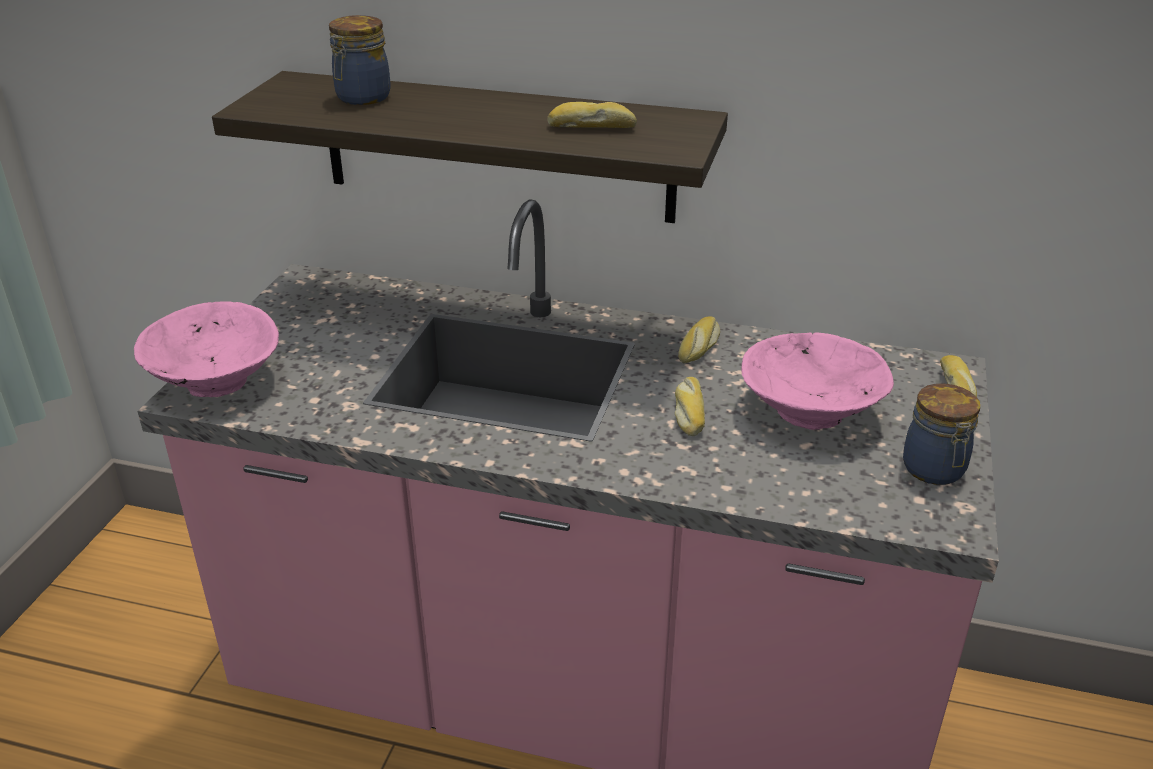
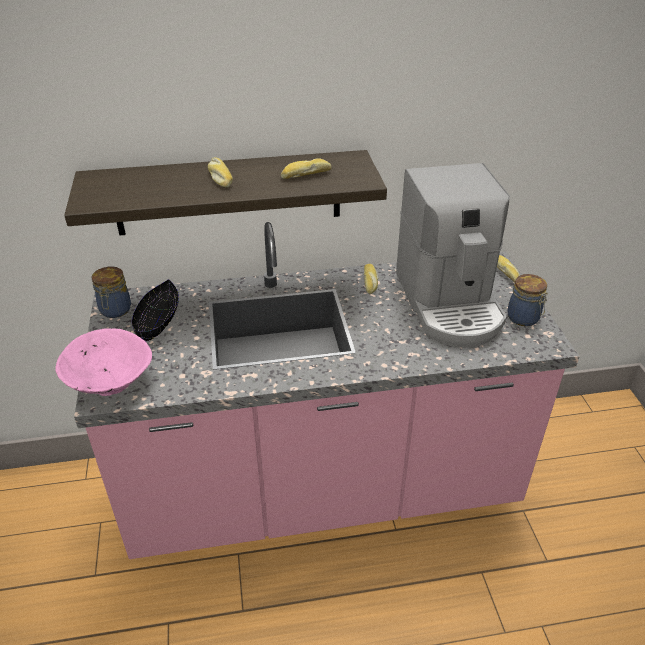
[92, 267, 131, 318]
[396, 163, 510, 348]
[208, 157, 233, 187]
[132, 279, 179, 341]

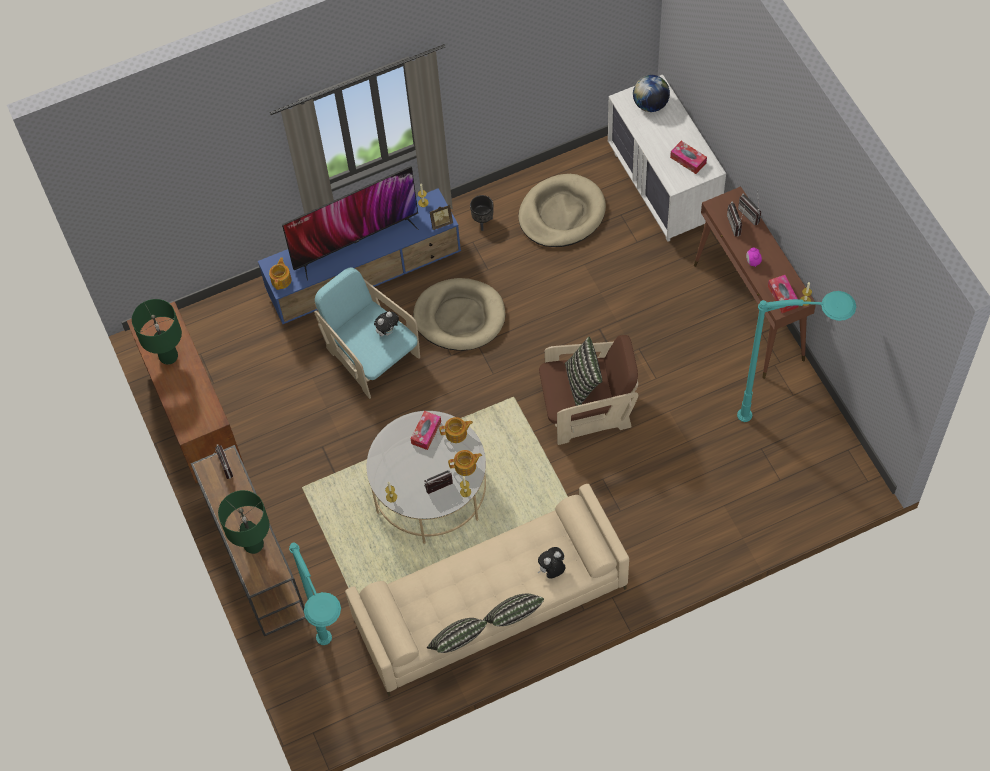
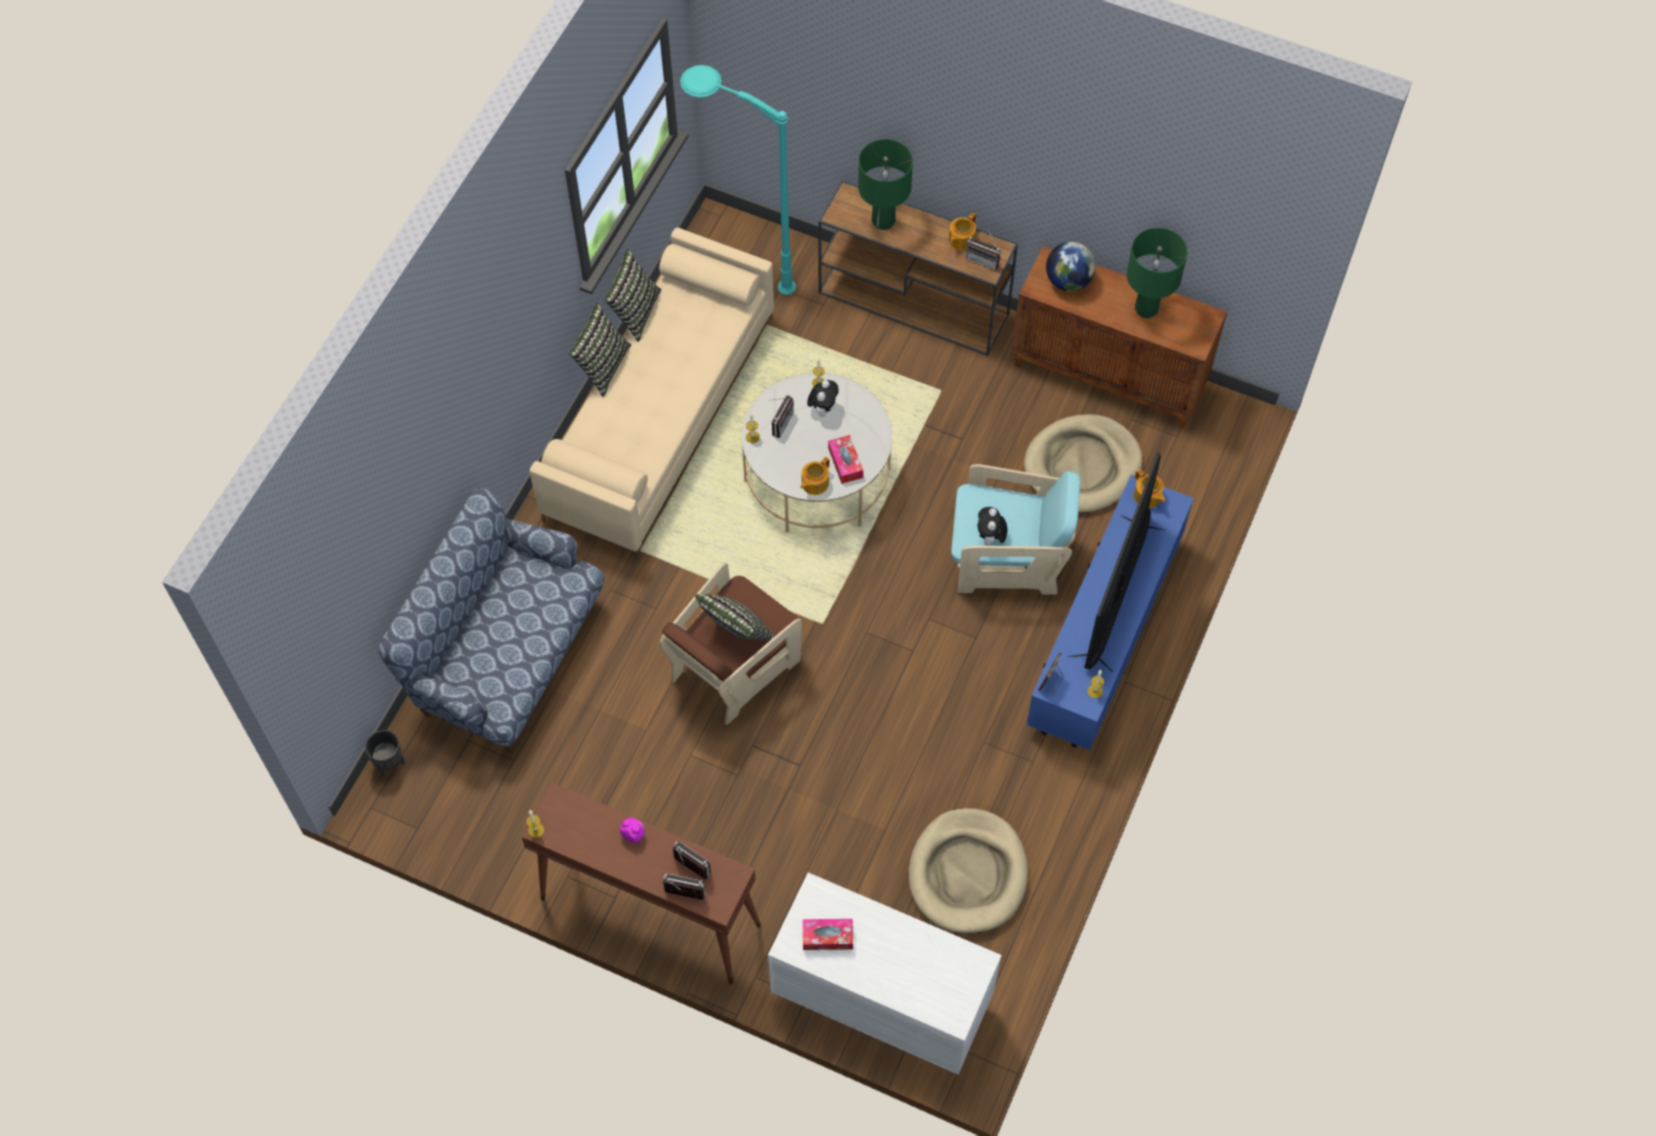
[1046, 242, 1096, 291]
[365, 730, 405, 777]
[768, 275, 798, 313] (first image)
[1024, 414, 1143, 513]
[737, 291, 856, 422] (first image)
[949, 213, 976, 250]
[807, 380, 839, 417]
[379, 487, 604, 752]

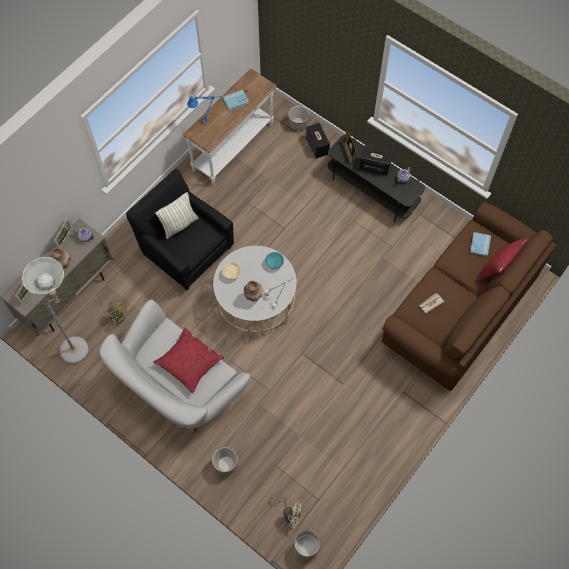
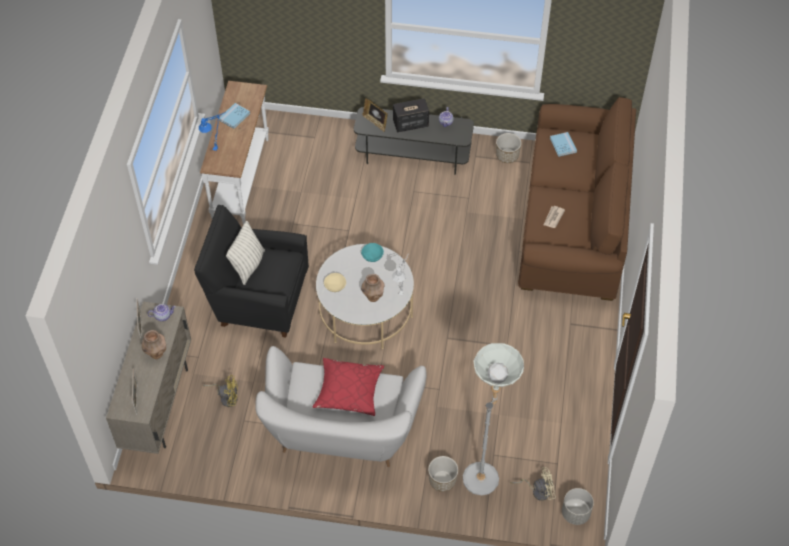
[496, 133, 522, 163]
[306, 123, 330, 158] (first image)
[476, 237, 529, 282] (first image)
[463, 343, 524, 495]

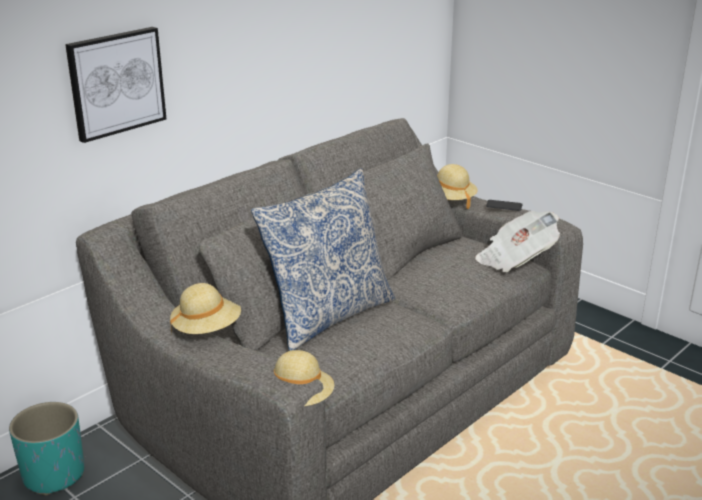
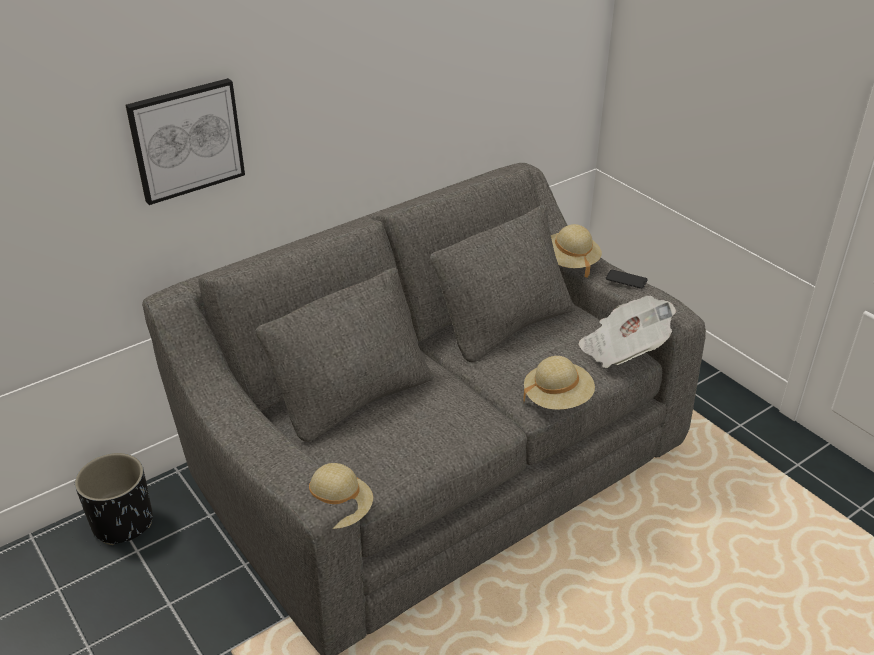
[251, 168, 395, 351] (first image)
[523, 356, 595, 410]
[75, 453, 152, 545]

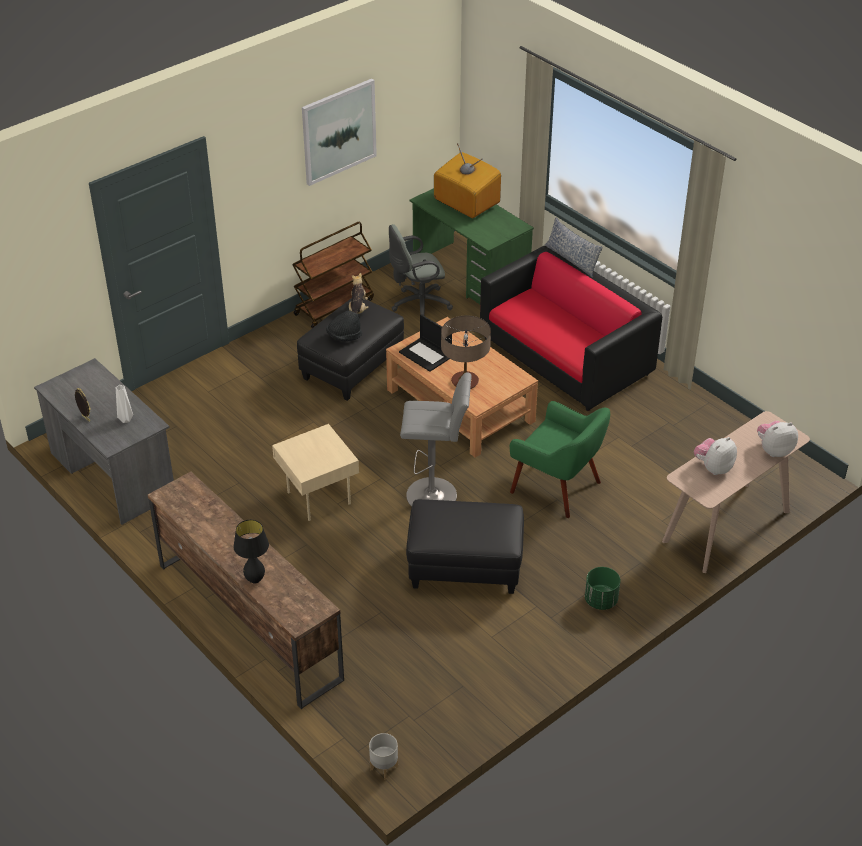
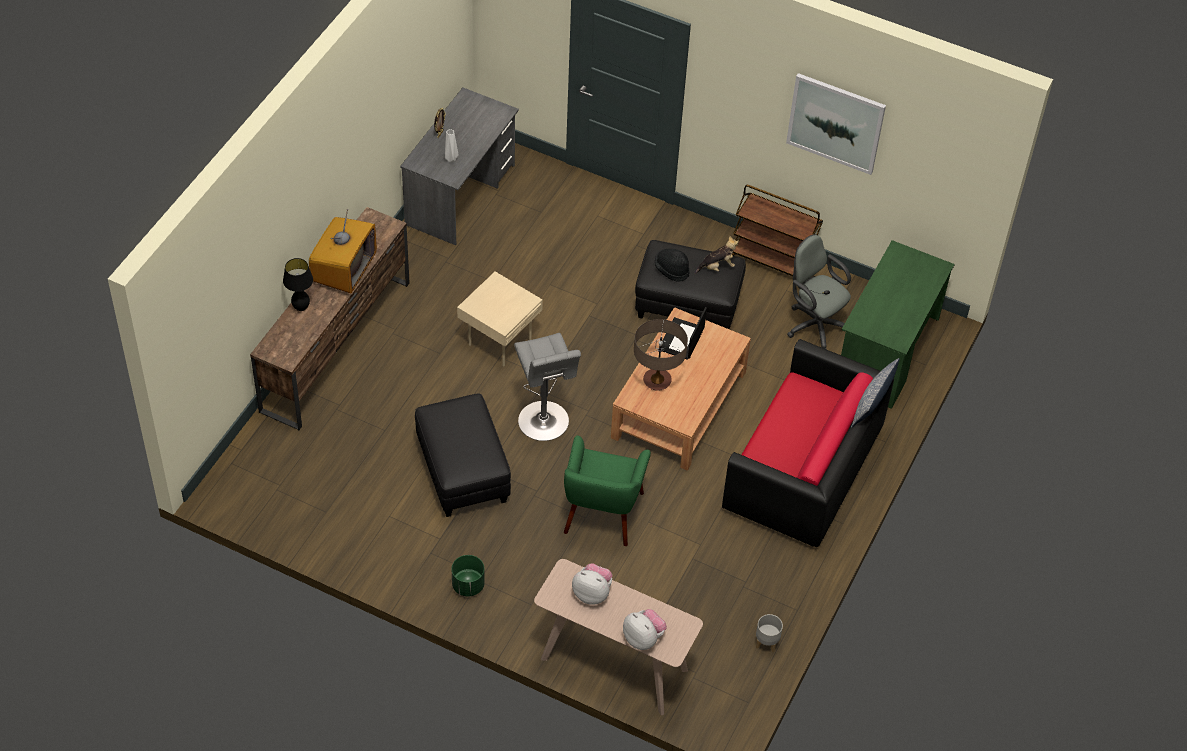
[309, 209, 377, 293]
[756, 614, 783, 653]

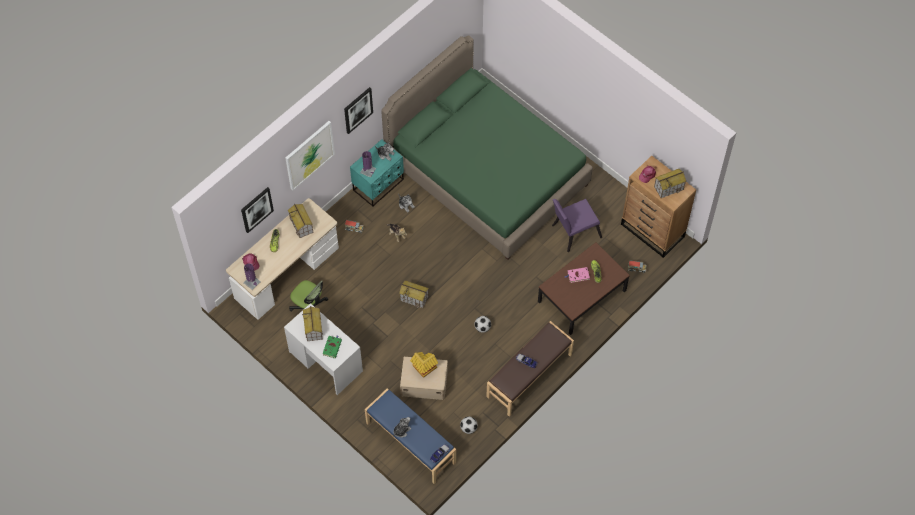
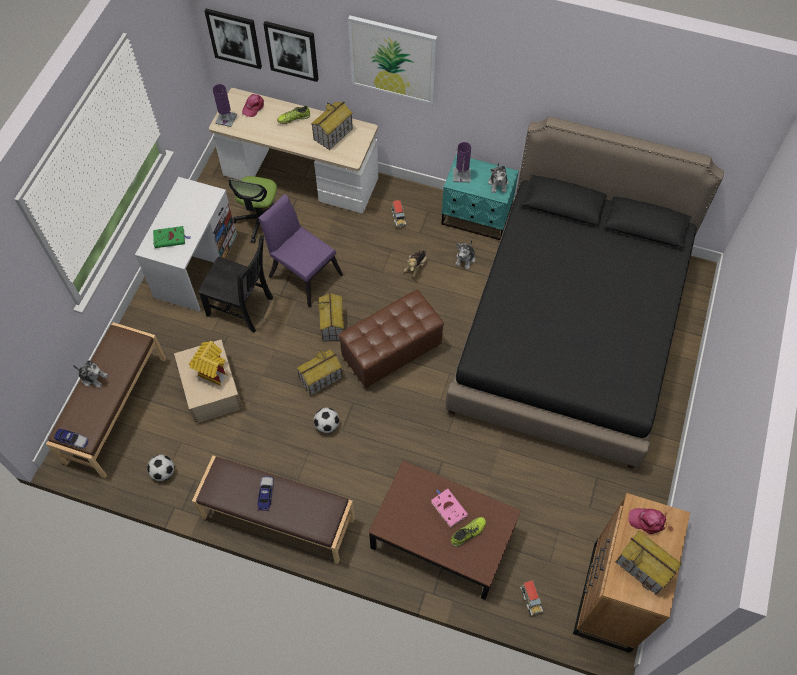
[445, 117, 724, 469]
[204, 9, 262, 69]
[258, 194, 343, 308]
[297, 350, 342, 396]
[46, 322, 166, 478]
[198, 236, 273, 333]
[339, 290, 444, 389]

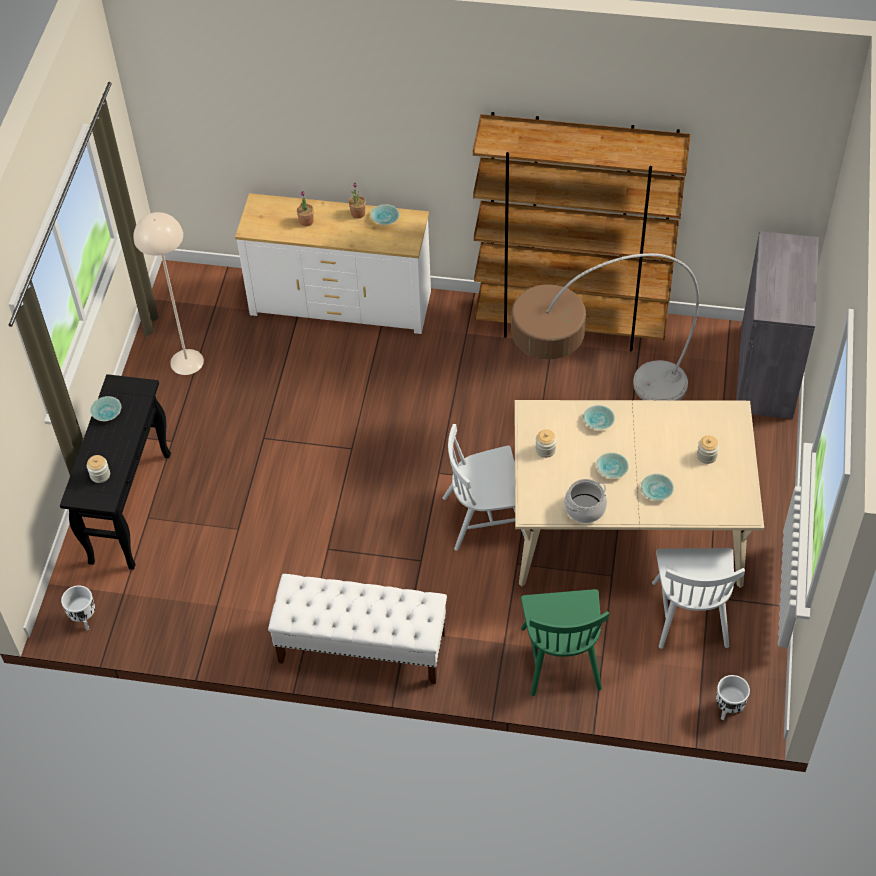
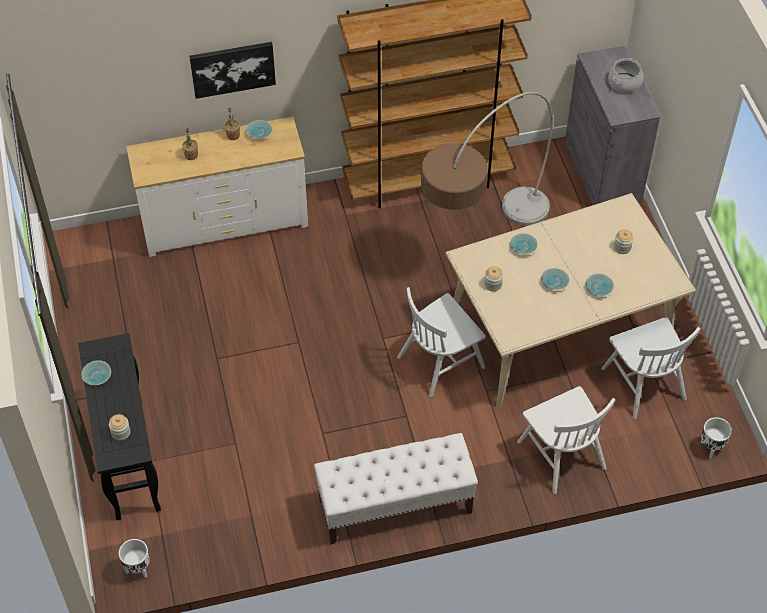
[133, 212, 204, 375] (first image)
[609, 58, 643, 93]
[517, 386, 615, 494]
[189, 42, 276, 99]

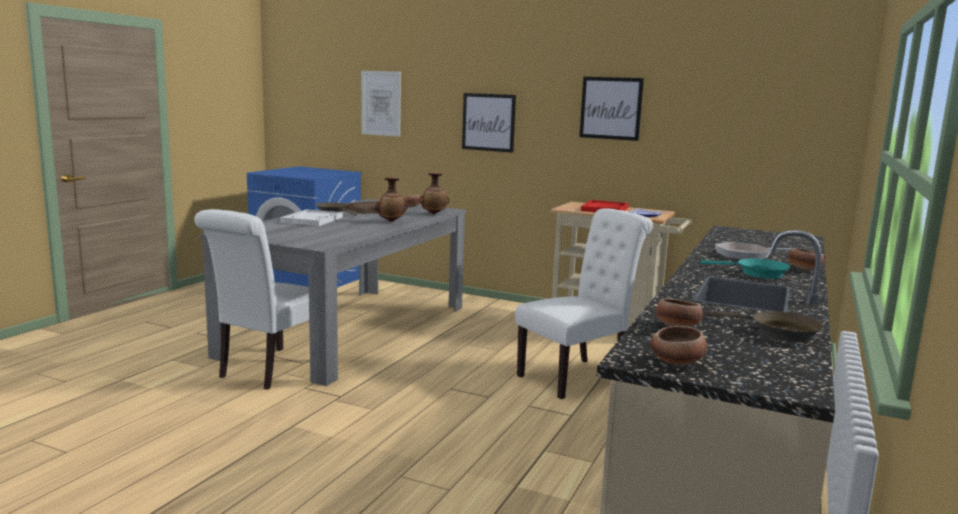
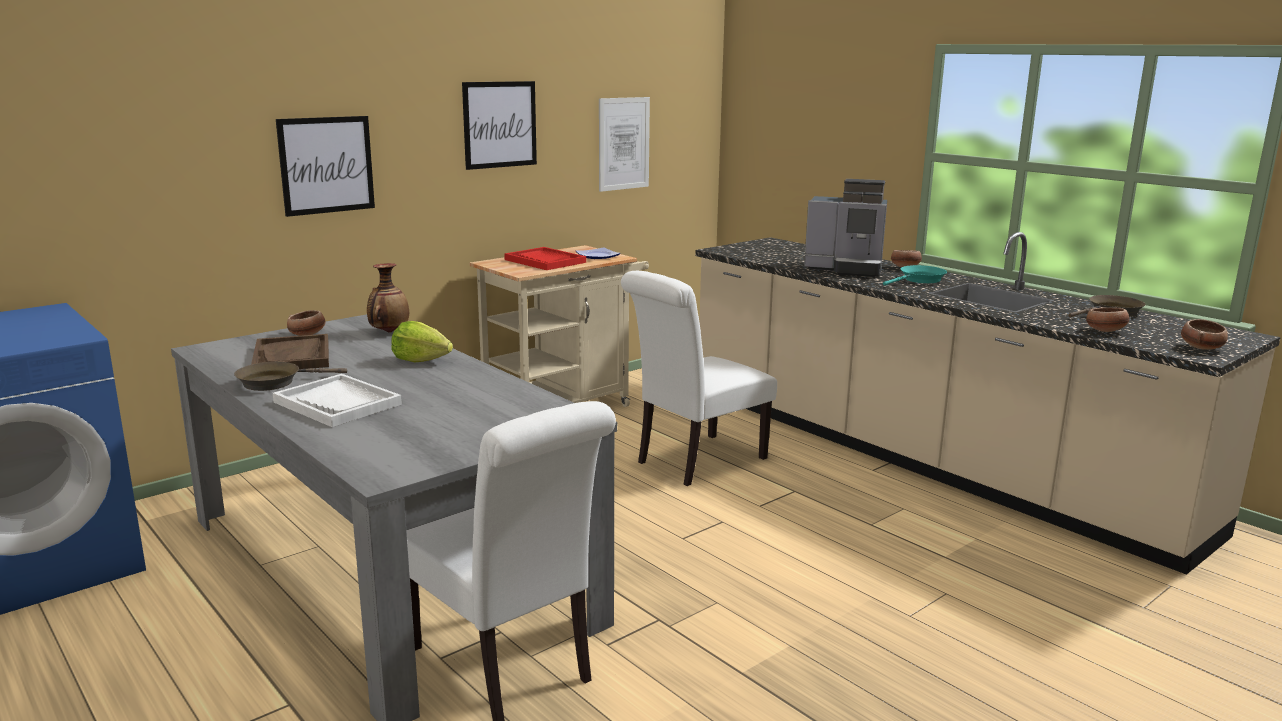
[599, 97, 650, 192]
[391, 321, 453, 362]
[621, 271, 777, 486]
[804, 179, 887, 277]

